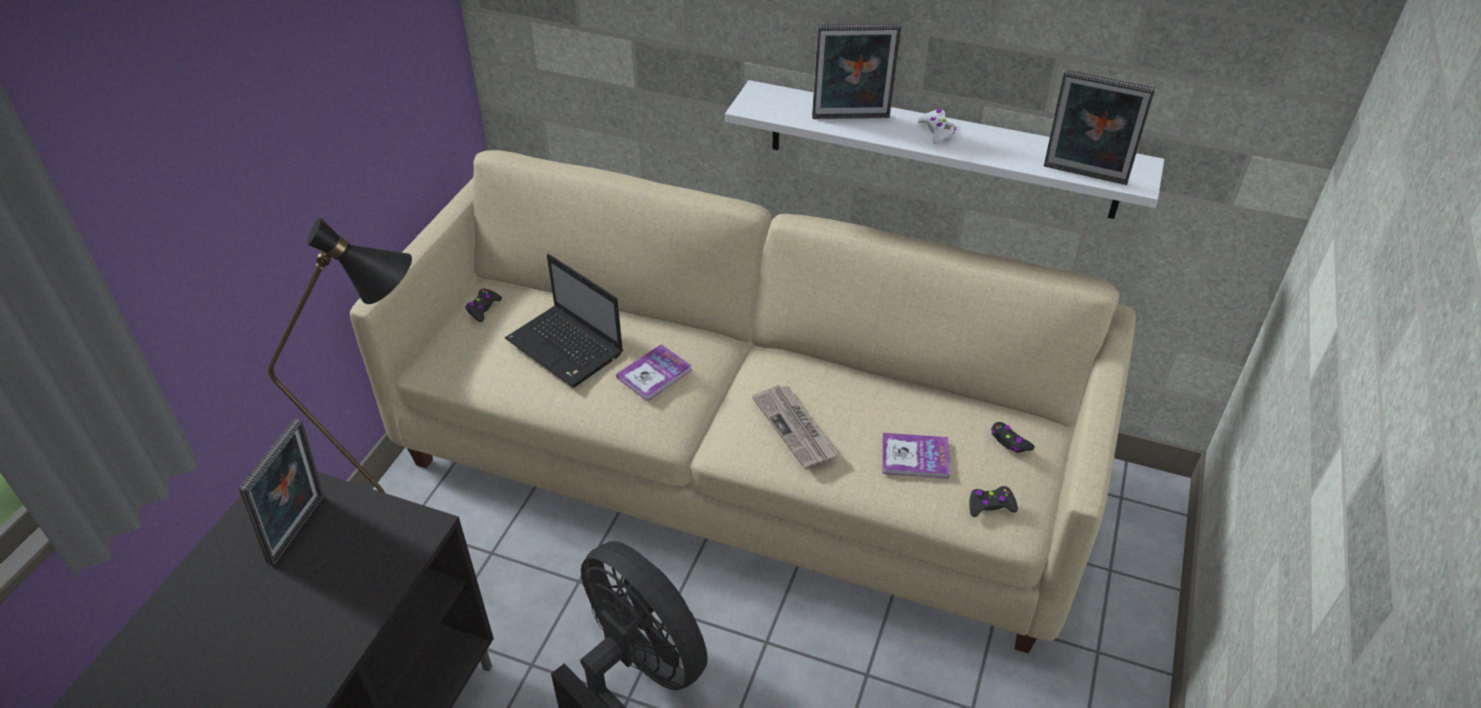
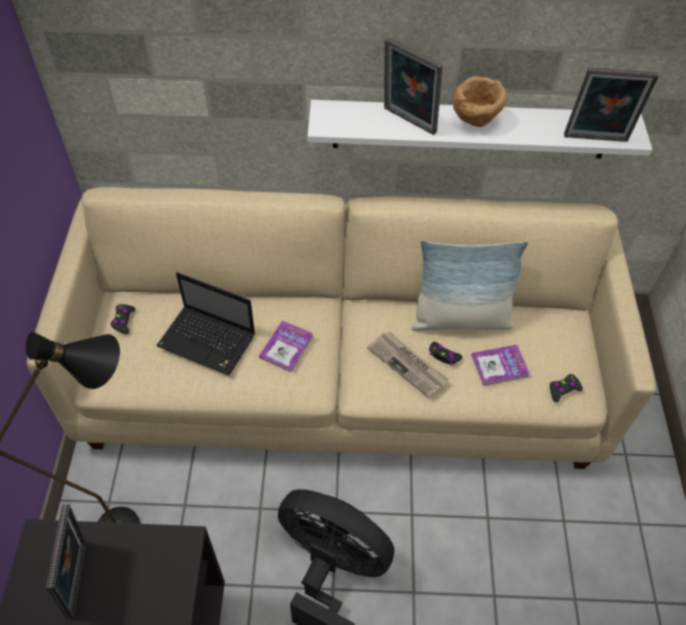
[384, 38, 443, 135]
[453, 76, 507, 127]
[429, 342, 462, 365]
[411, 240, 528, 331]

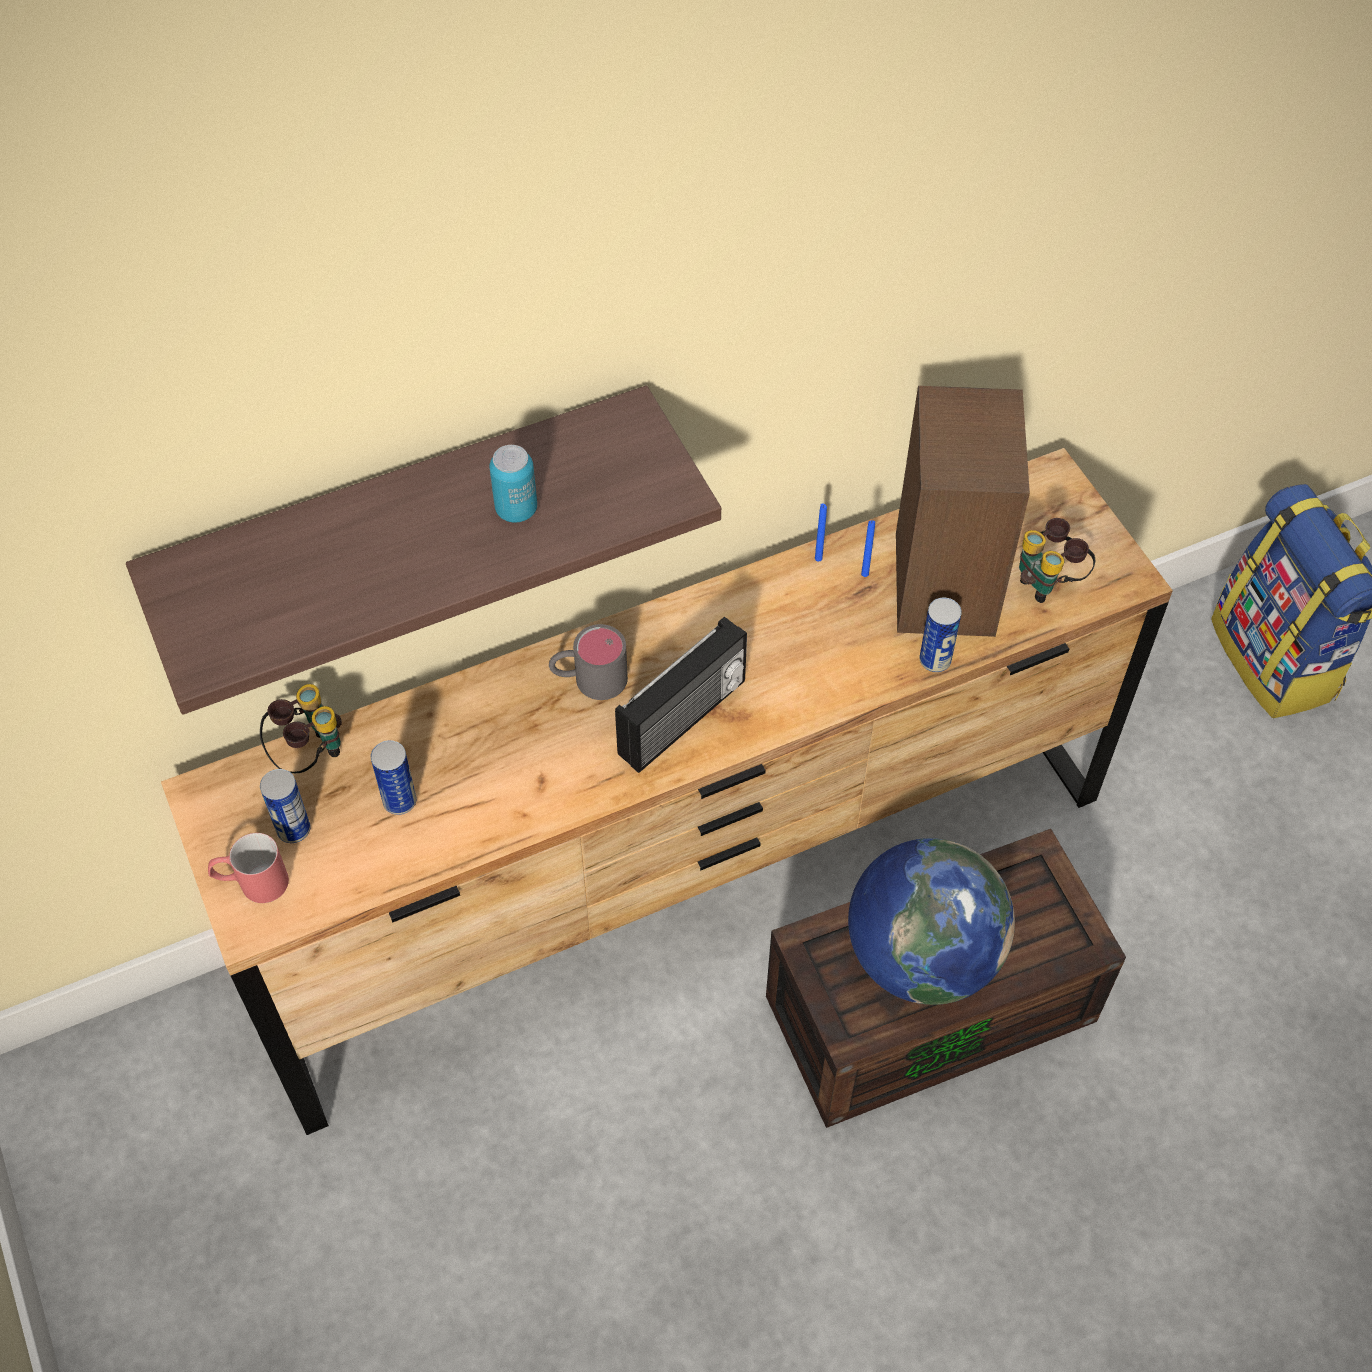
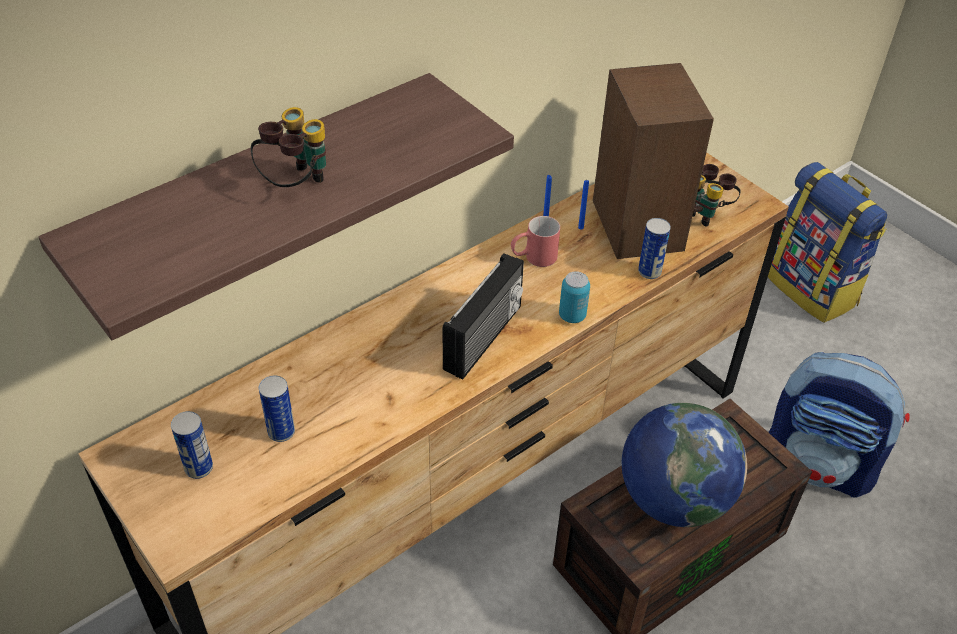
[559, 271, 590, 323]
[549, 624, 628, 700] (first image)
[251, 107, 326, 187]
[511, 216, 560, 267]
[768, 352, 910, 498]

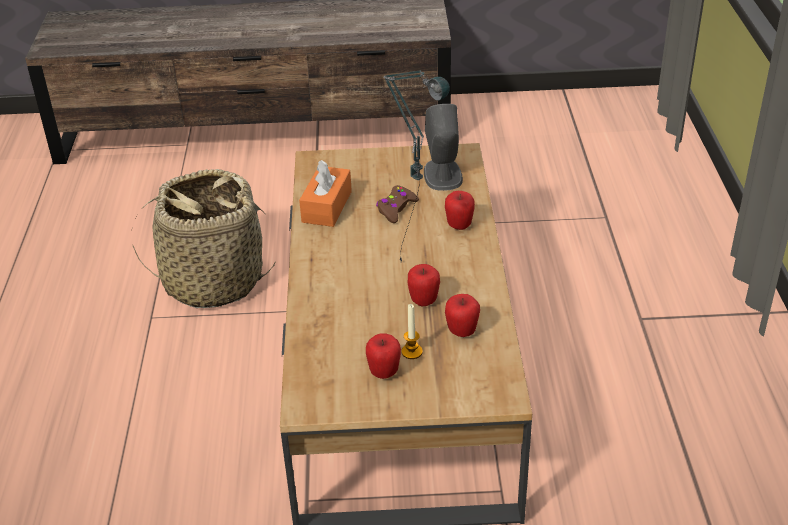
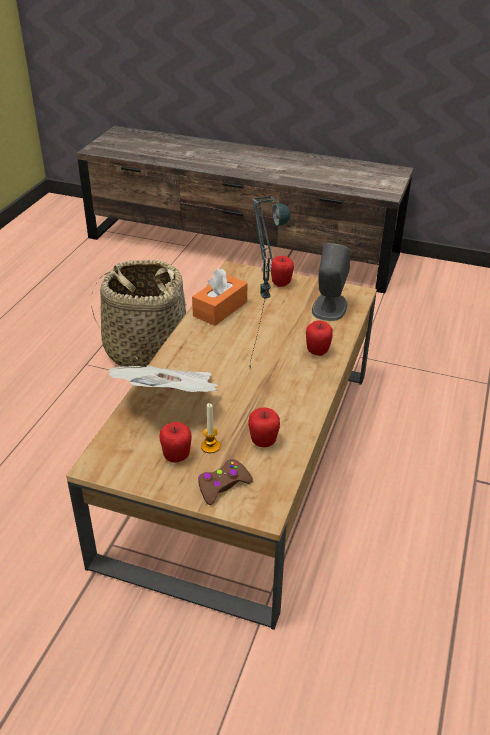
[198, 459, 253, 505]
[270, 256, 294, 287]
[109, 365, 218, 392]

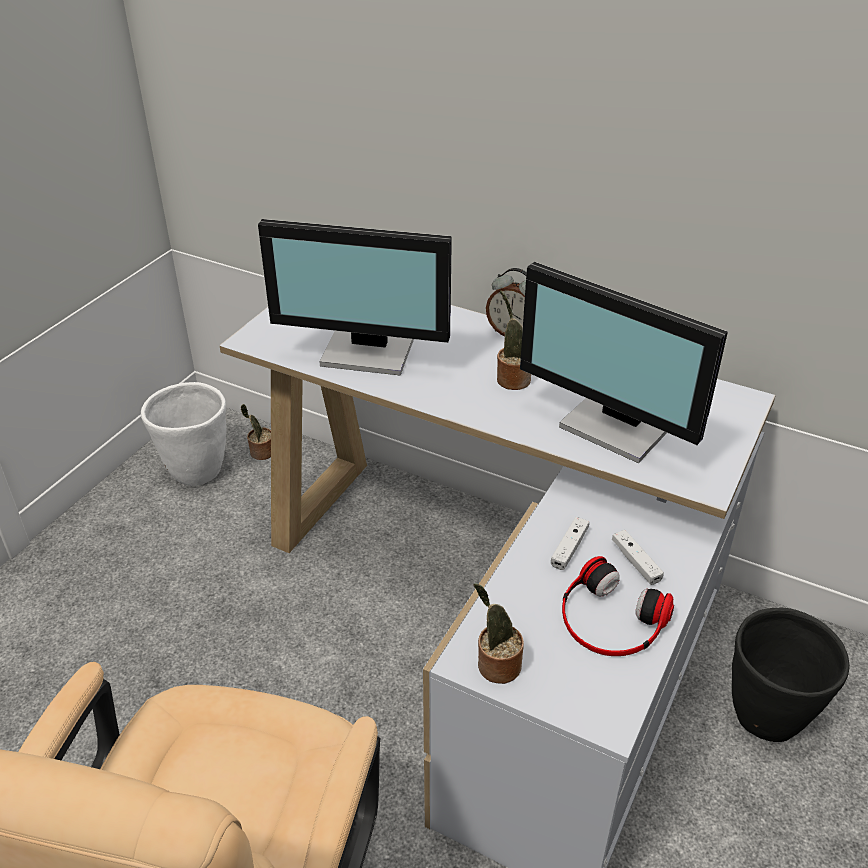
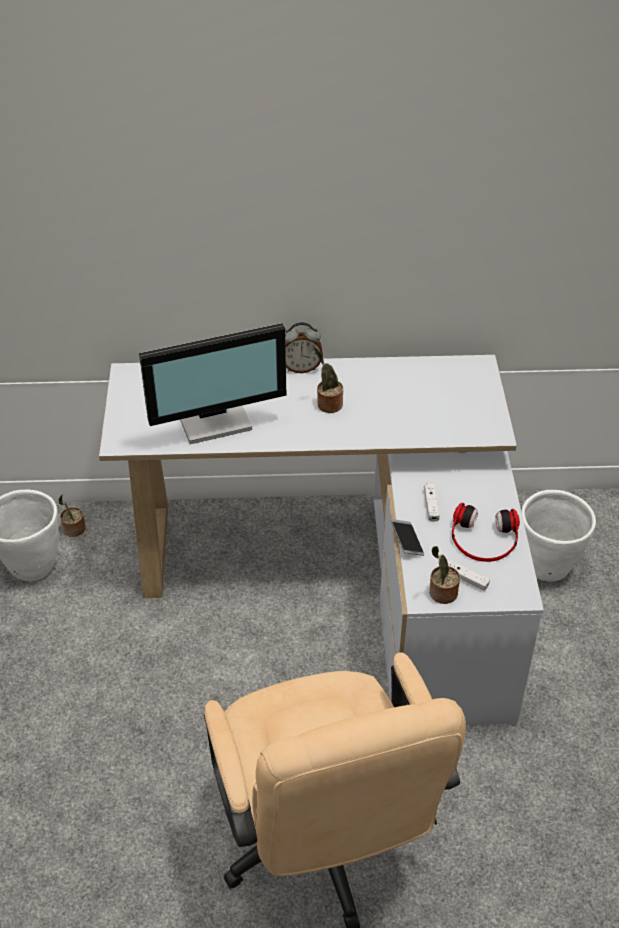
[520, 262, 728, 463] (first image)
[447, 559, 490, 591]
[521, 490, 596, 581]
[390, 519, 424, 556]

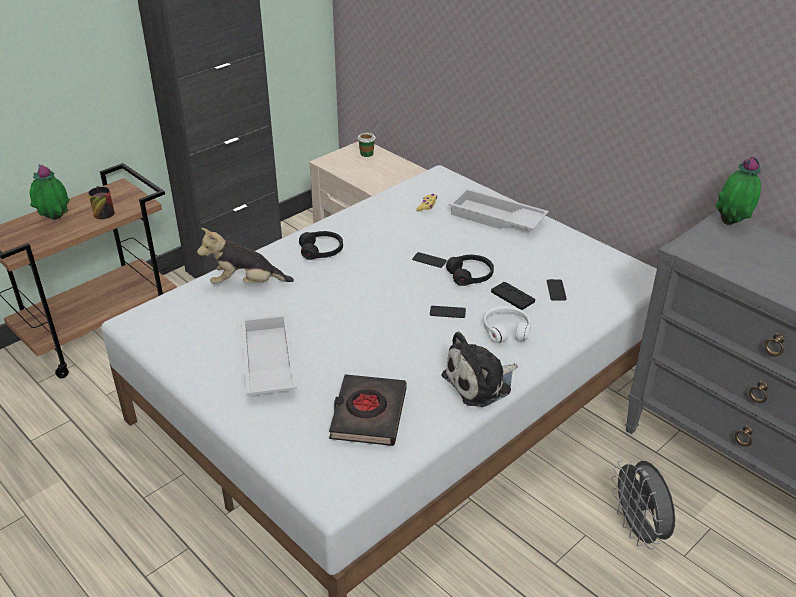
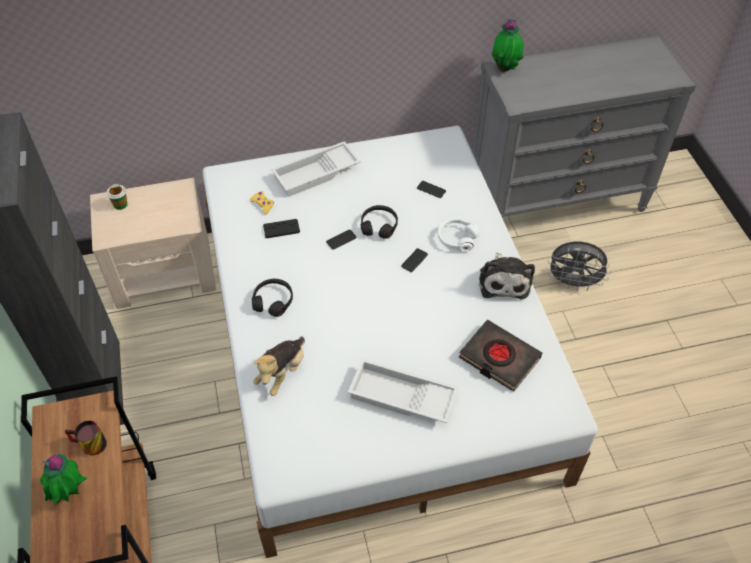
[263, 219, 300, 238]

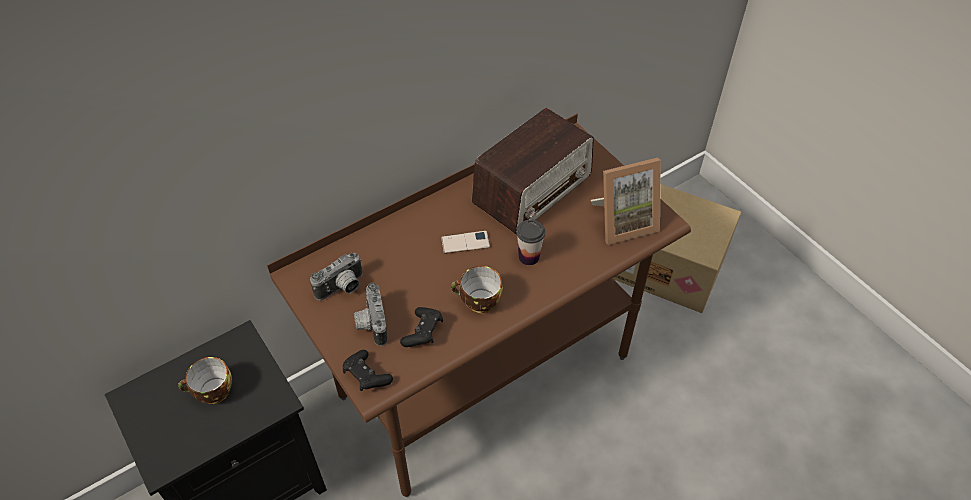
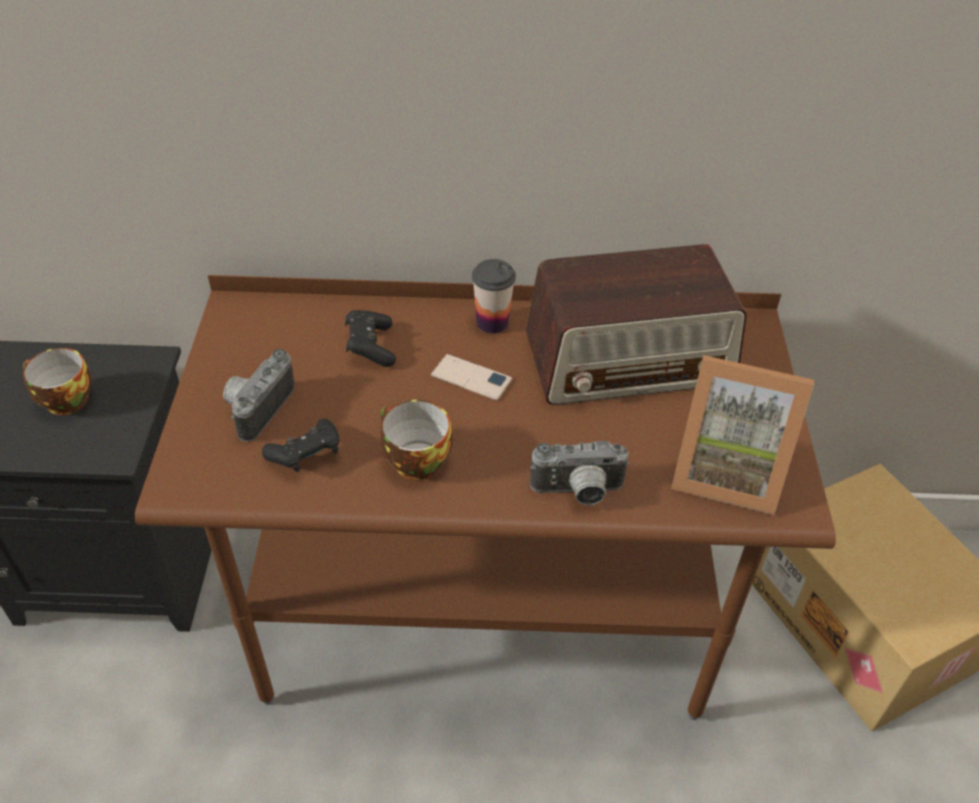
[472, 259, 516, 334]
[530, 441, 630, 505]
[345, 310, 396, 367]

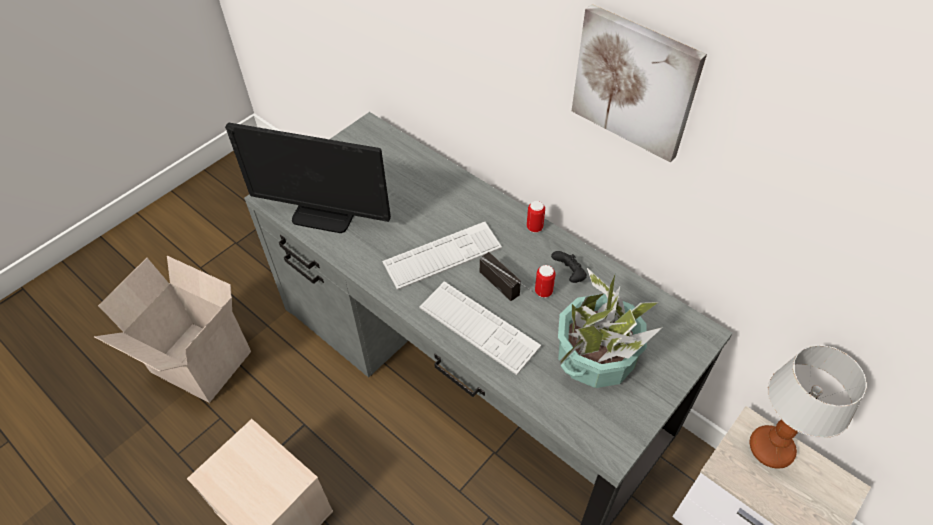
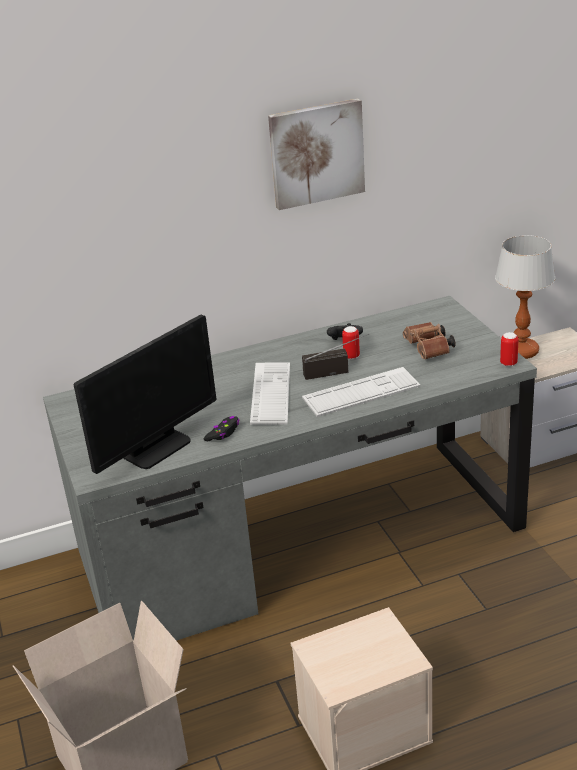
[500, 332, 519, 367]
[403, 322, 456, 360]
[204, 416, 240, 441]

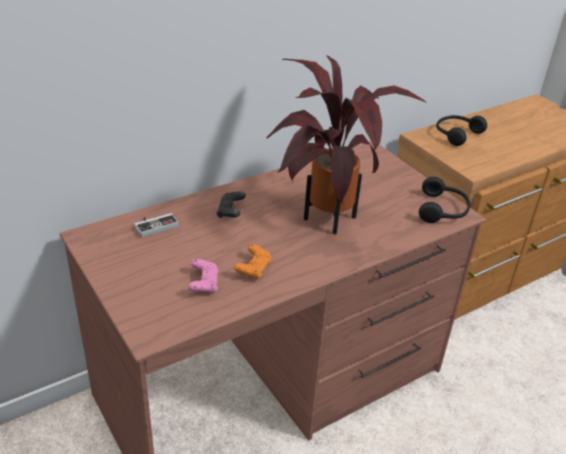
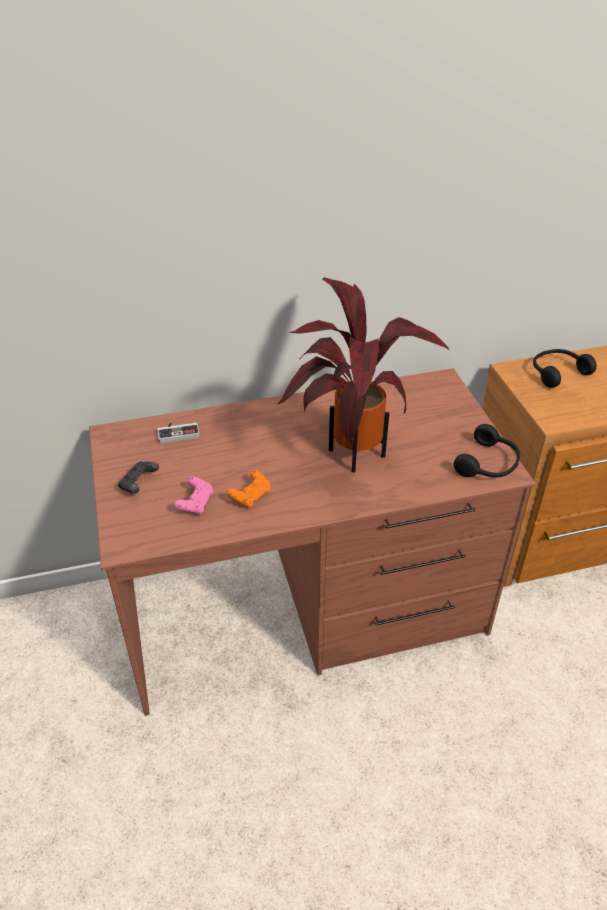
[118, 461, 159, 494]

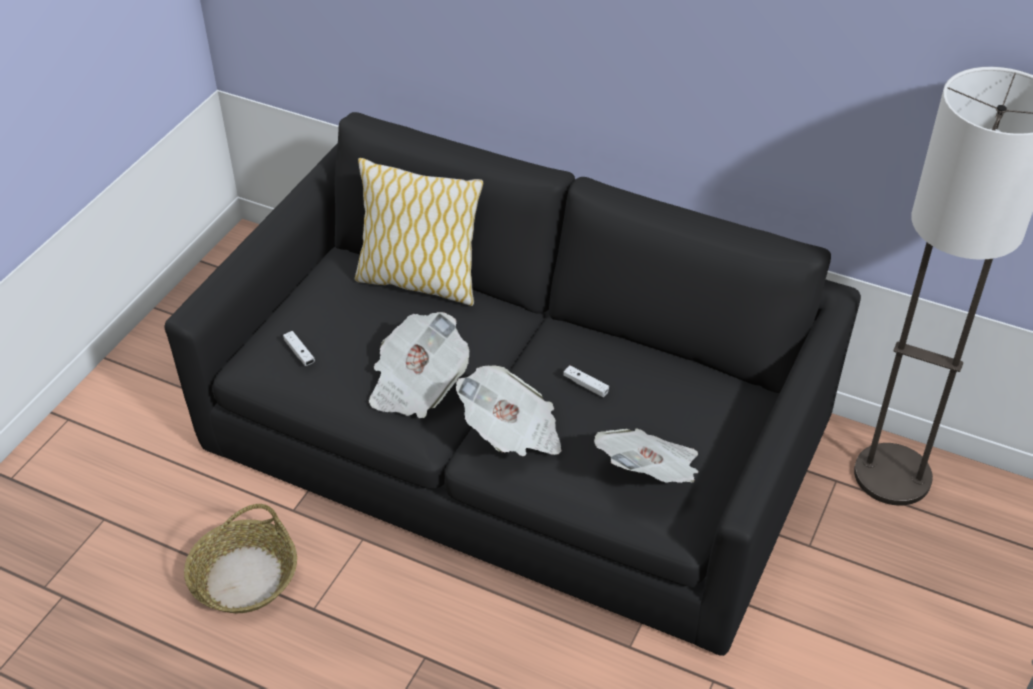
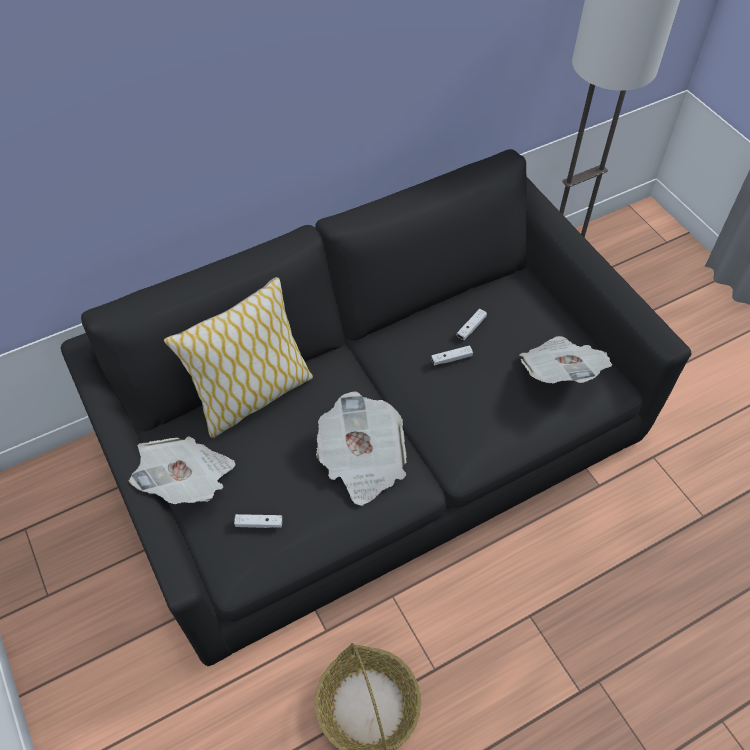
[129, 437, 236, 504]
[457, 309, 487, 340]

